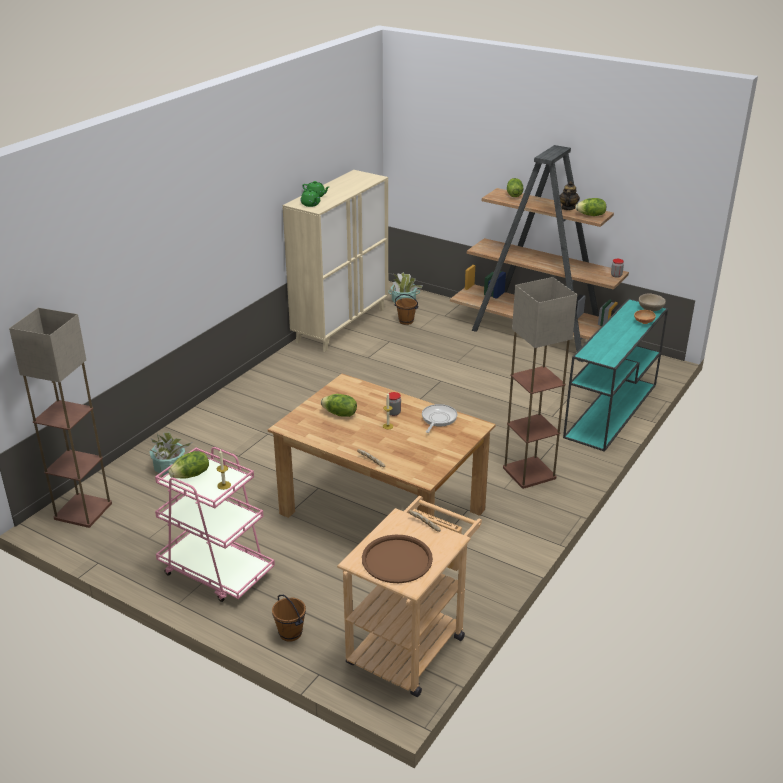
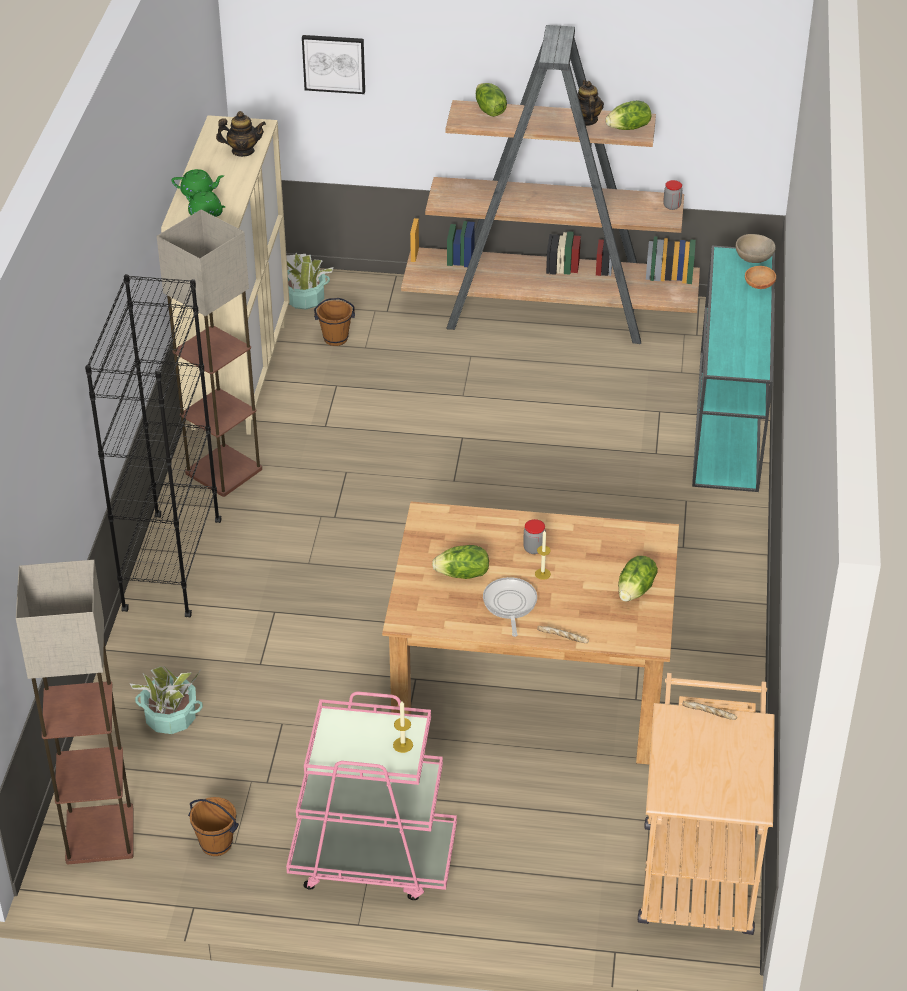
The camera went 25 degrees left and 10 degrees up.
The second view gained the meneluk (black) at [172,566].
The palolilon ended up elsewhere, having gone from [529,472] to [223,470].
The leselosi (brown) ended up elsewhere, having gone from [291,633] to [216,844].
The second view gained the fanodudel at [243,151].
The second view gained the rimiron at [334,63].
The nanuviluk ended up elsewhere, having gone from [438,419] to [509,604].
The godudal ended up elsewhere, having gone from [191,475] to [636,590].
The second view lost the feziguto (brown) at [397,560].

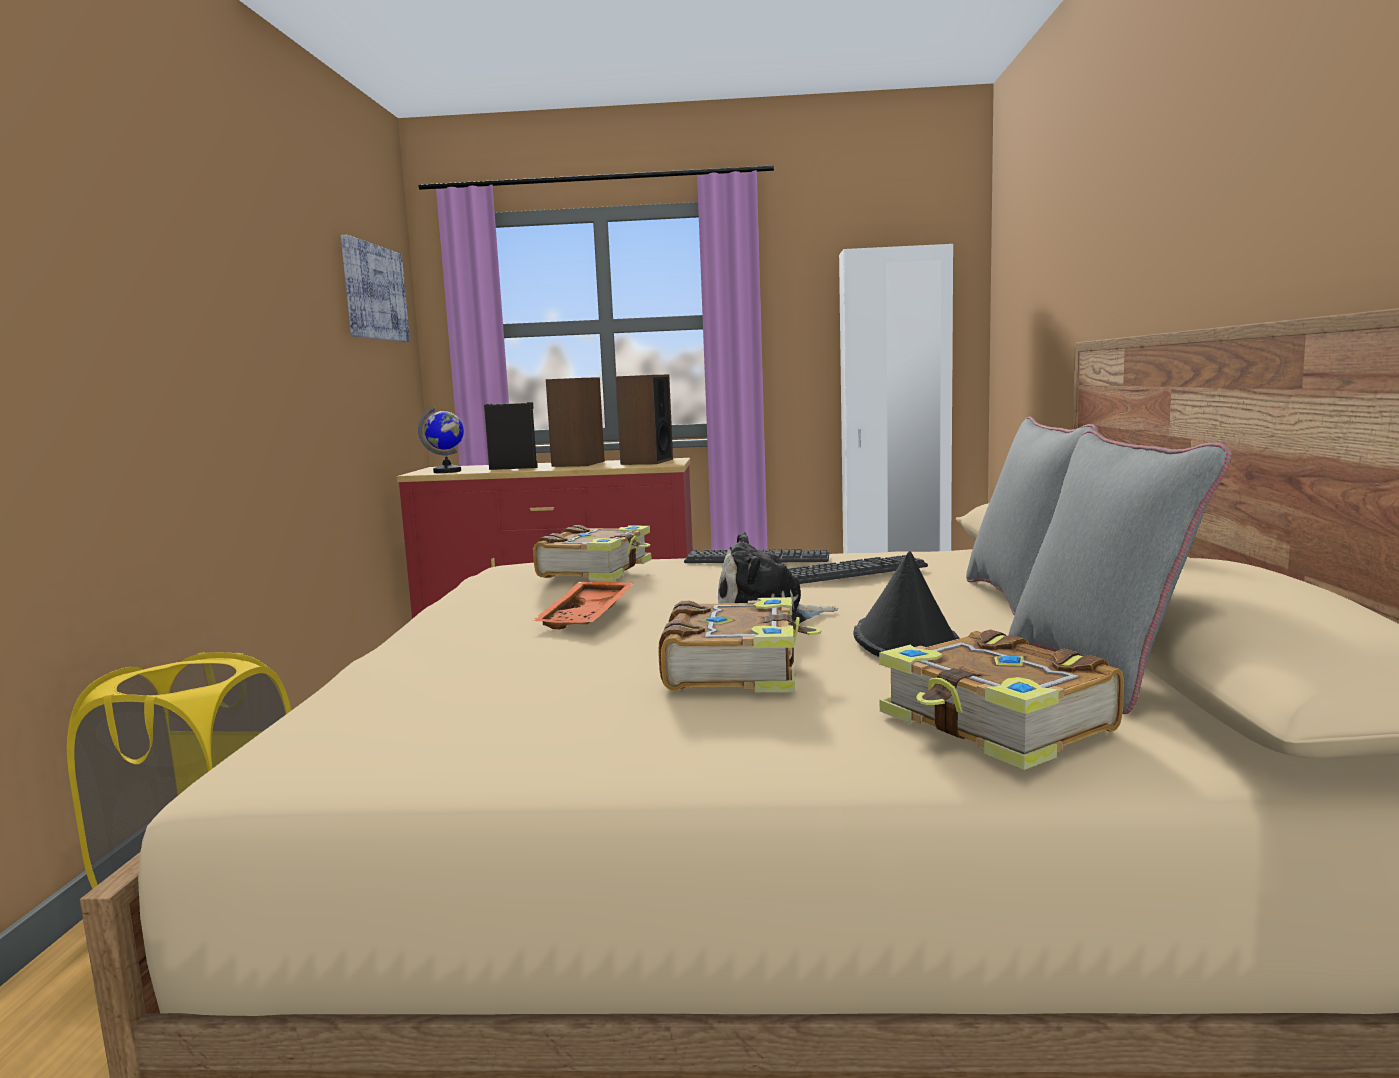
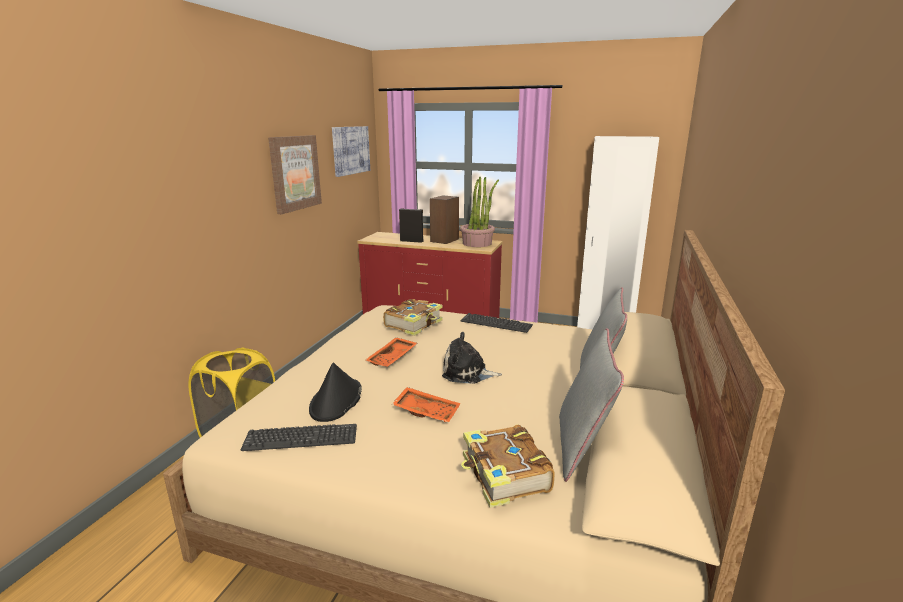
The camera went 15 degrees right and 10 degrees up.
The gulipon ended up elsewhere, having gone from [849,572] to [301,438].
The second view gained the rimiron at [294,173].
The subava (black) ended up elsewhere, having gone from [907,644] to [336,401].
Where the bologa stood at [736,669], the feziguto (orange) came to stand at [427,411].
Where the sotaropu stood at [646,462], the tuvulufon came to stand at [477,243].
The second view lost the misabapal at [447,471].

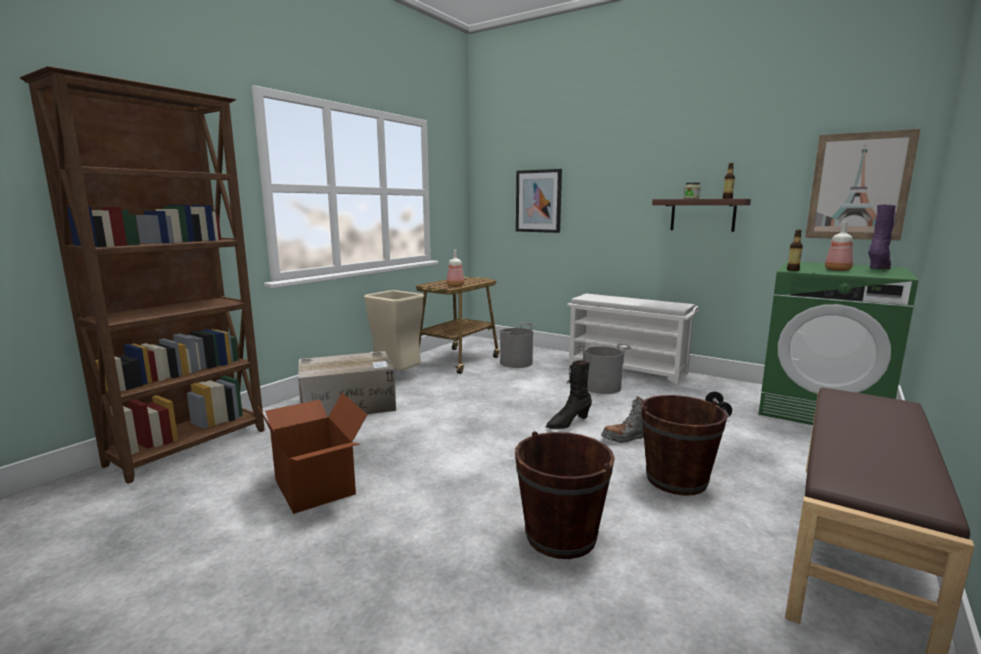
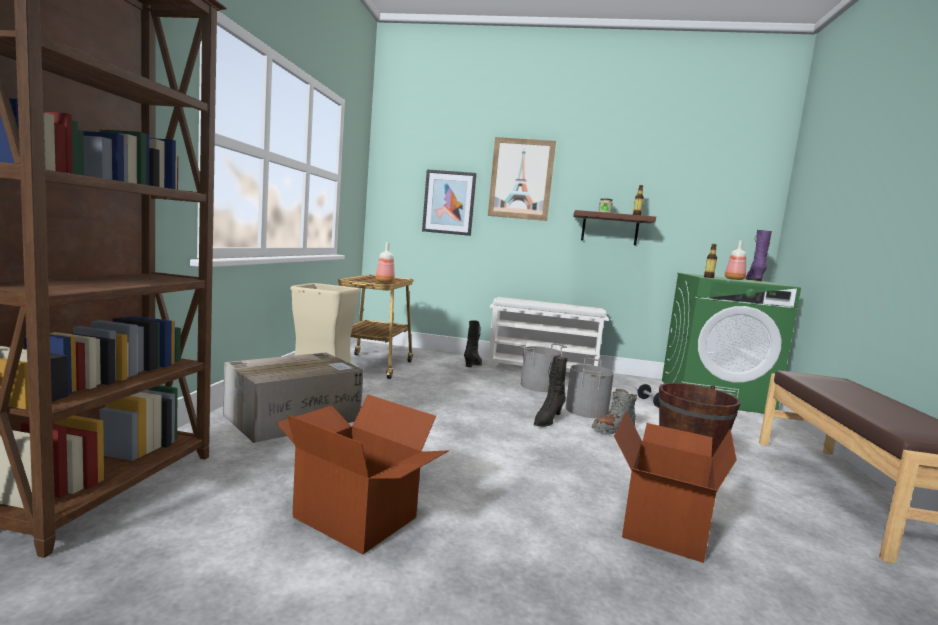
The camera went 25 degrees left and 5 degrees down.
The second view gained the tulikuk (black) at [473,365].
The rimiron ended up elsewhere, having gone from [859,186] to [521,179].
The leselosi (grey) ended up elsewhere, having gone from [516,363] to [587,410].
Where the leselosi (brown) stood at [560,536], the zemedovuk came to stand at [662,526].

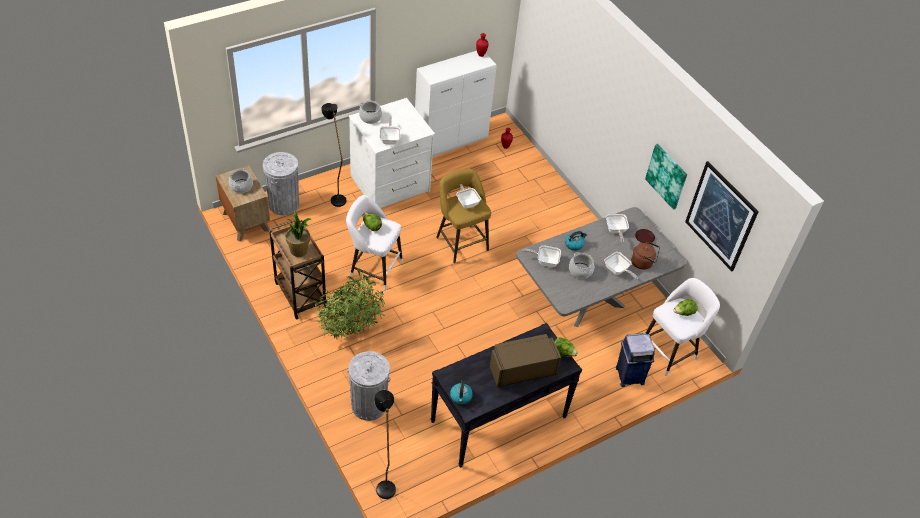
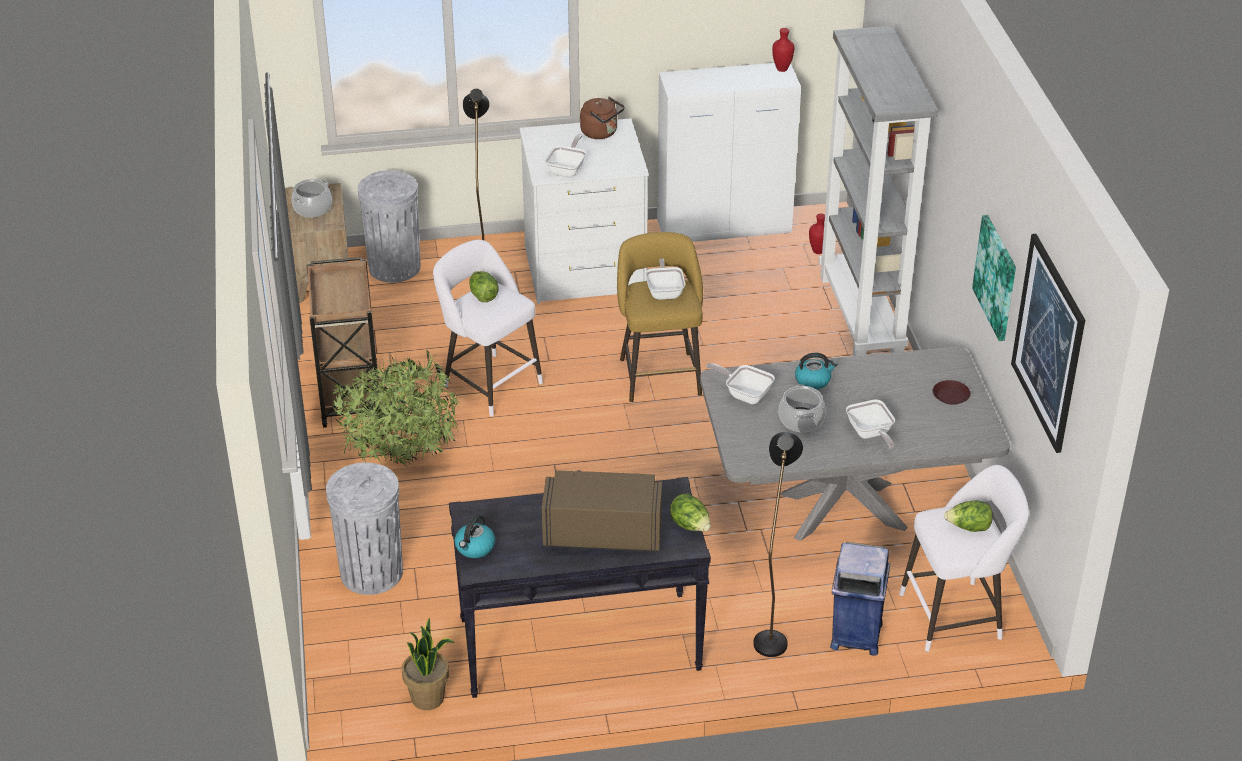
The camera went 25 degrees right and 10 degrees down.
The tuvulufon ended up elsewhere, having gone from [299,250] to [428,698].
The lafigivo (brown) ended up elsewhere, having gone from [643,263] to [601,133].
The palolilon (black) ended up elsewhere, having gone from [384,483] to [771,635].
The second view gained the meneluk (grey) at [862,316].
The second view lost the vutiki at [370,117].
The second view lost the nanuviluk at [615,231].

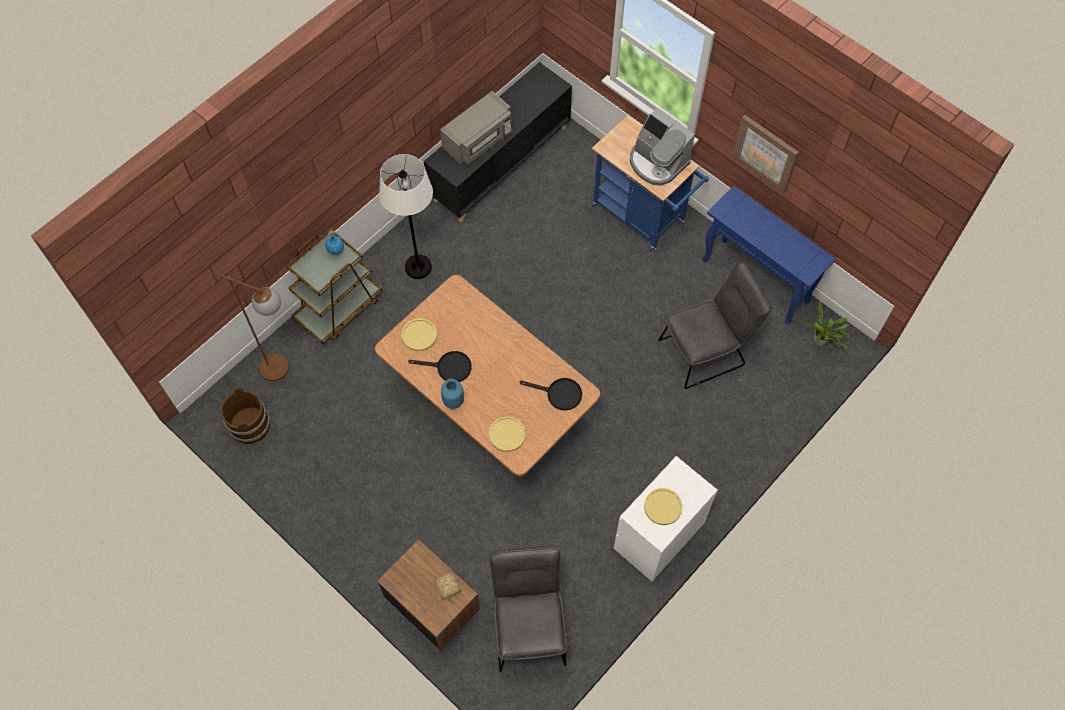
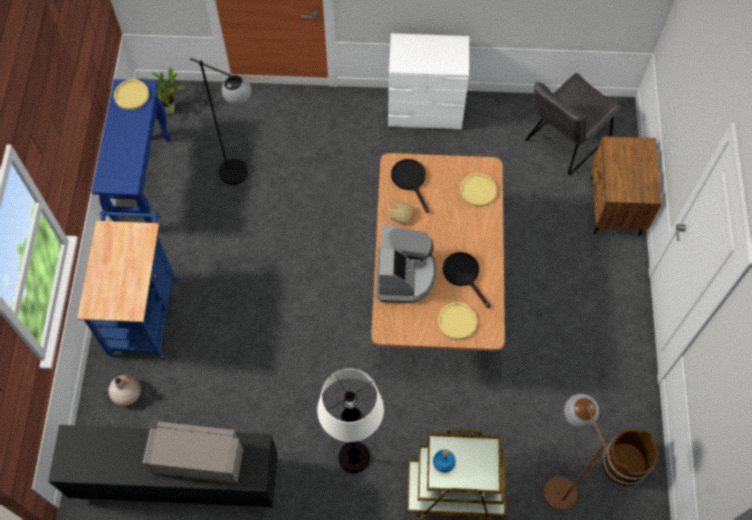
The camera went 130 degrees left and 0 degrees up.
The second view gained the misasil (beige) at [127,394].
The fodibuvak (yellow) ended up elsewhere, having gone from [663,507] to [131,95].
Where the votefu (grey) stood at [707,351], the palolilon (black) came to stand at [243,176].
The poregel ended up elsewhere, having gone from [657,162] to [404,275].
The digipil ended up elsewhere, having gone from [448,588] to [402,214].
The second view lost the misasil (blue) at [453,400].
The second view lost the rimiron at [766,153].

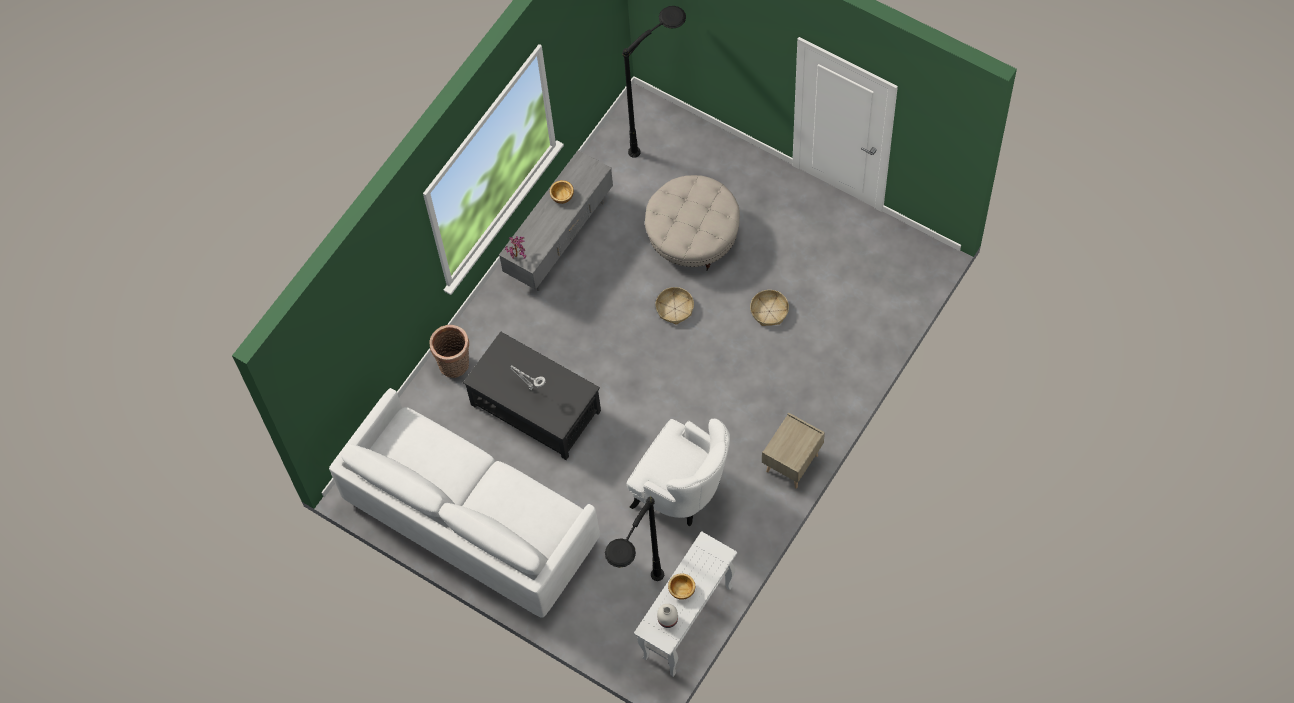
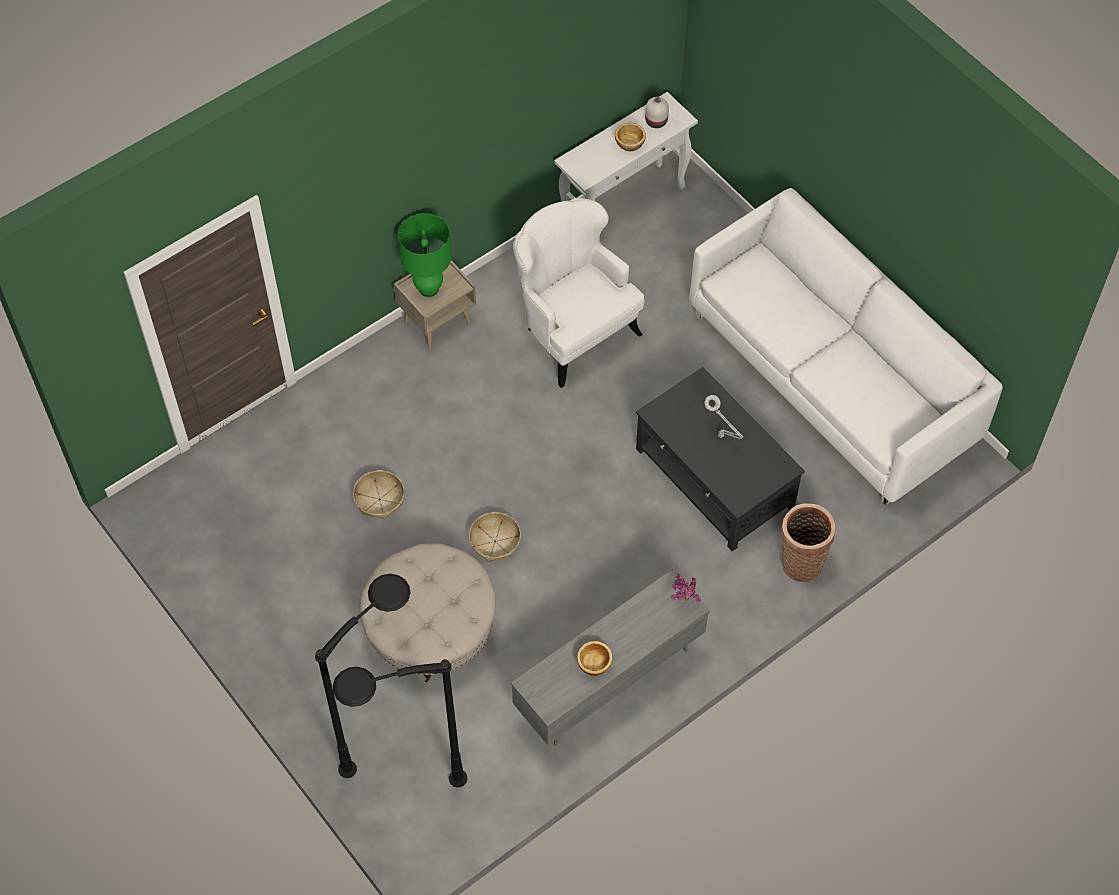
The camera went 165 degrees left and 5 degrees down.
The palolilon (black) ended up elsewhere, having gone from [638,611] to [391,732].
The second view gained the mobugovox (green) at [428,289].

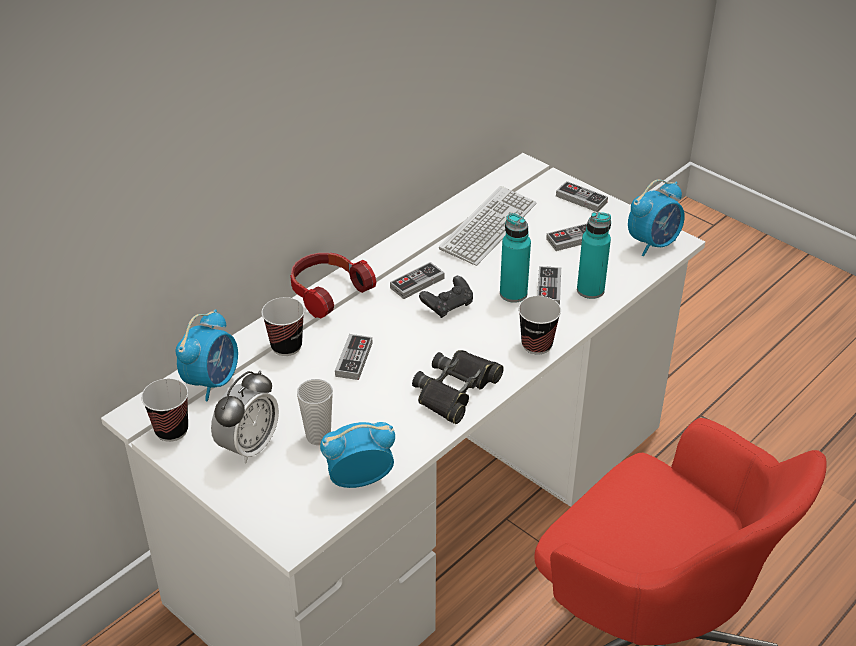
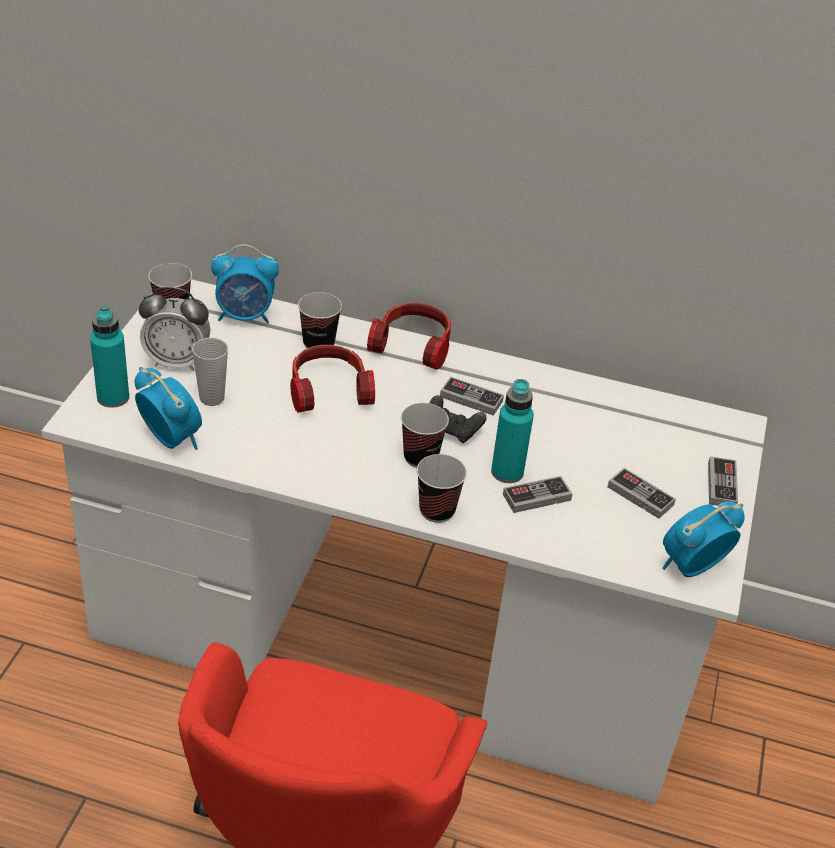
The camera went 60 degrees right and 0 degrees up.
The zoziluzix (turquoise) ended up elsewhere, having gone from [590,290] to [113,397].
Where the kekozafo stood at [354,359], the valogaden came to stand at [328,389].
The second view gained the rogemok at [420,457].
The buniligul at [653,243] ended up facing another way, 120 degrees clockwise from before.
The second view lost the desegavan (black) at [455,390].
The second view lost the gulipon at [488,227].

